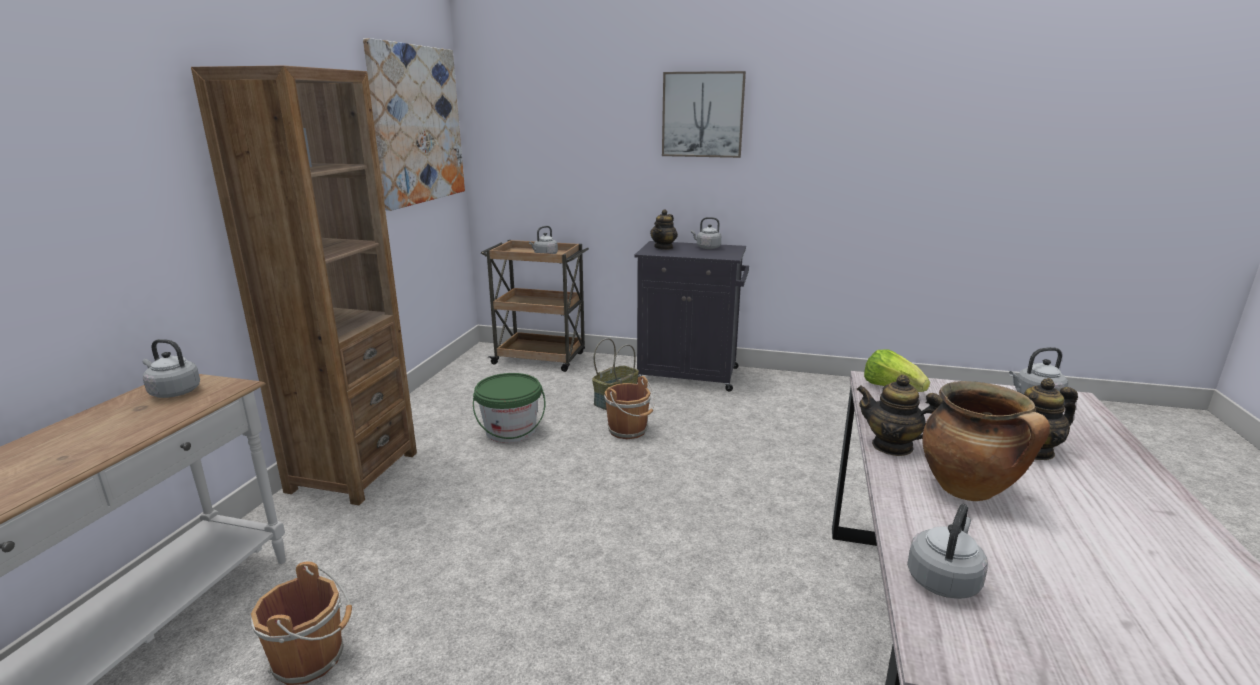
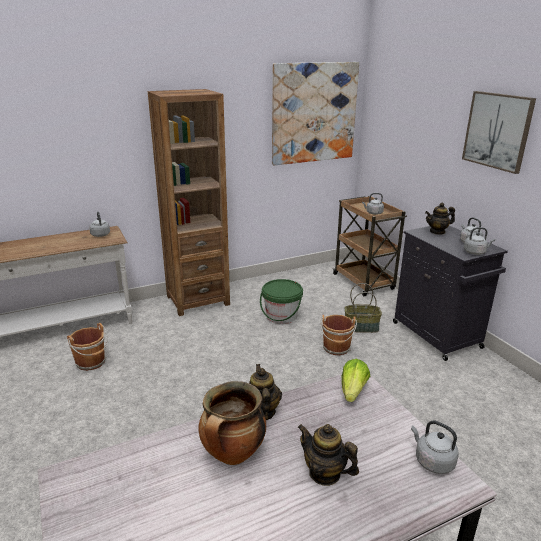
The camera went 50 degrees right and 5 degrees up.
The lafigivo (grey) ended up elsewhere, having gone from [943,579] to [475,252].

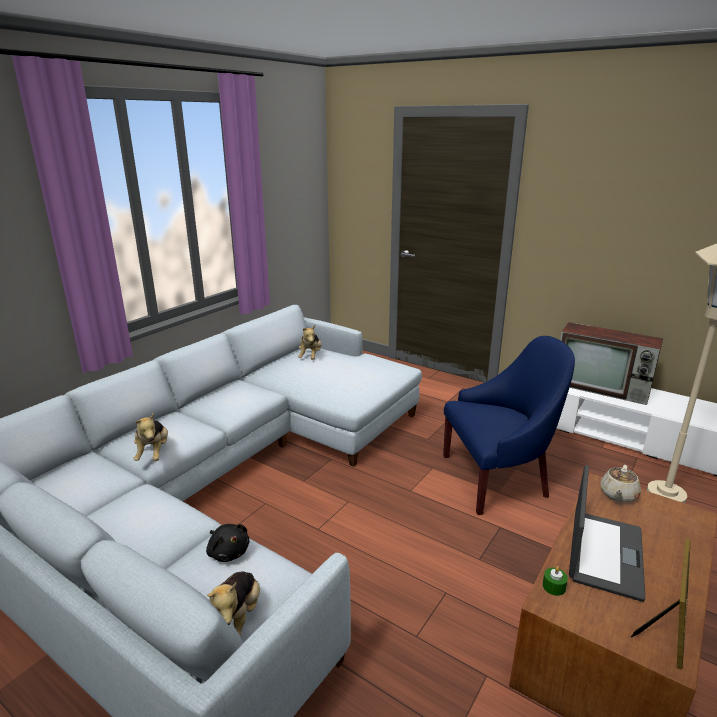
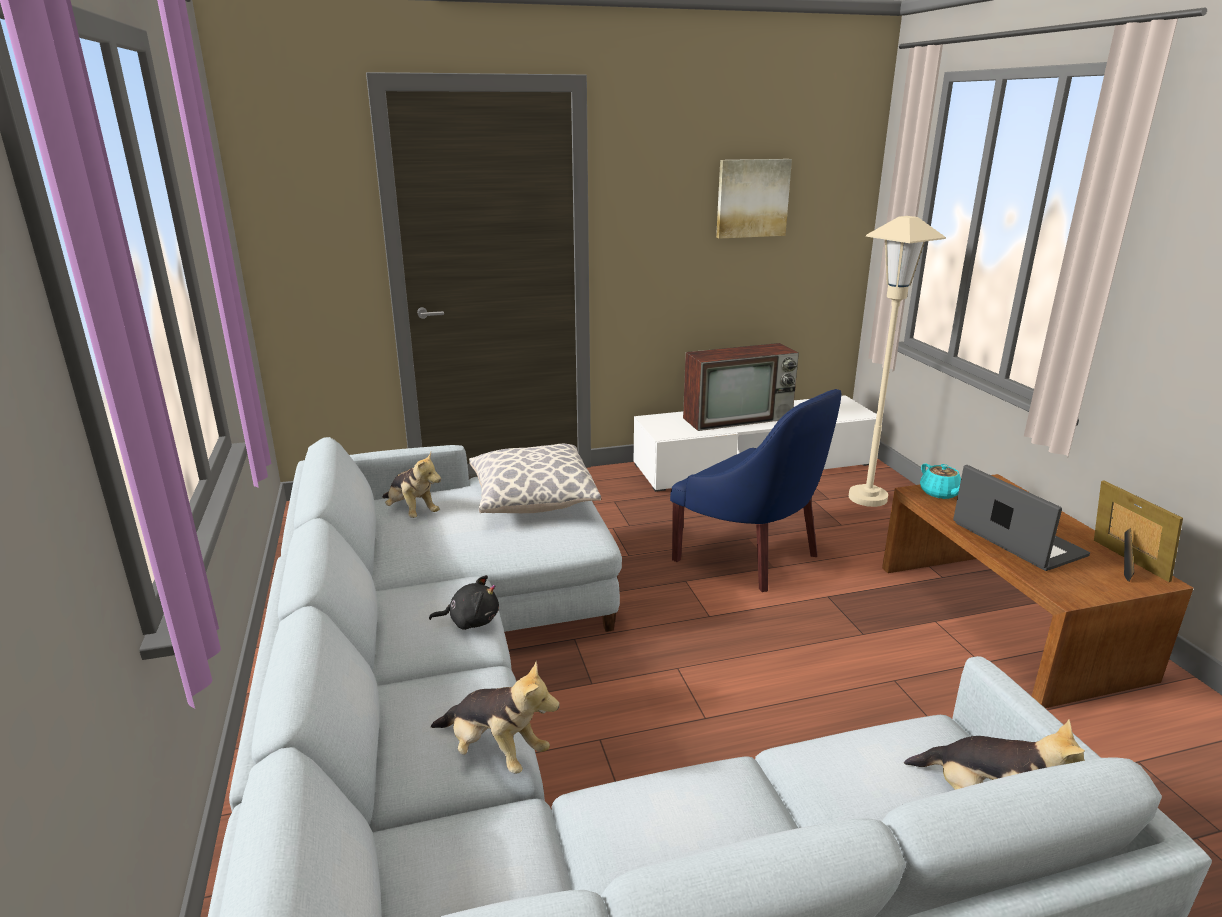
The camera went 50 degrees left and 0 degrees up.
The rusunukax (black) ended up elsewhere, having gone from [228,552] to [470,621].
The second view gained the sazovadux at [532,500].
The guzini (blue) at [497,478] ended up facing another way, 105 degrees clockwise from before.
The second view gained the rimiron at [752,198].
What was the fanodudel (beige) at [618,494] turned into the fanodudel (turquoise) at [940,493].
The second view lost the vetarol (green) at [553,586].

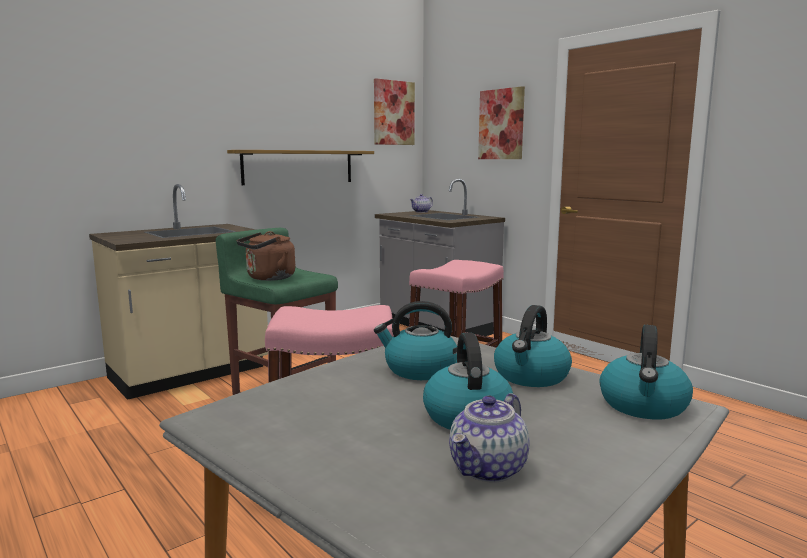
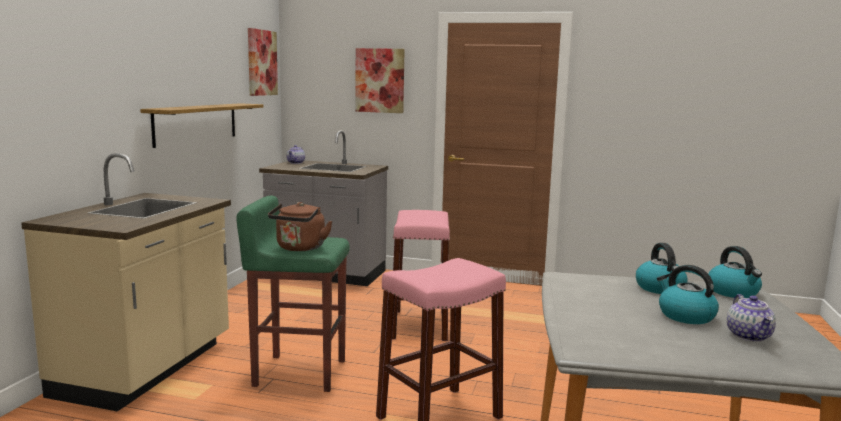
The camera went 35 degrees left and 0 degrees up.
The second view lost the lafigivo at [419,370].

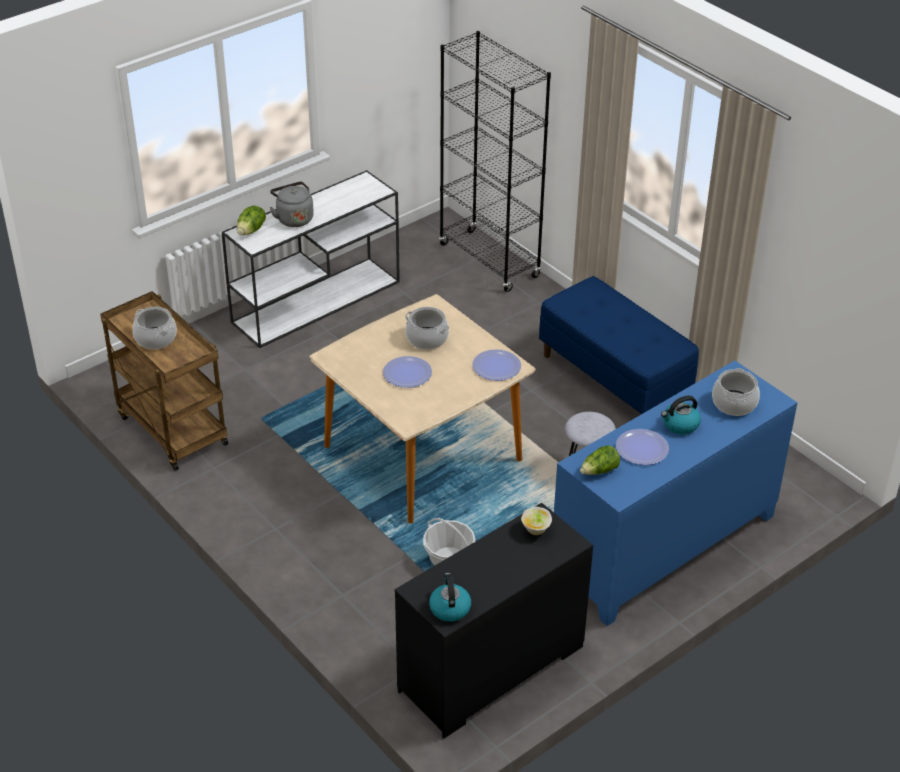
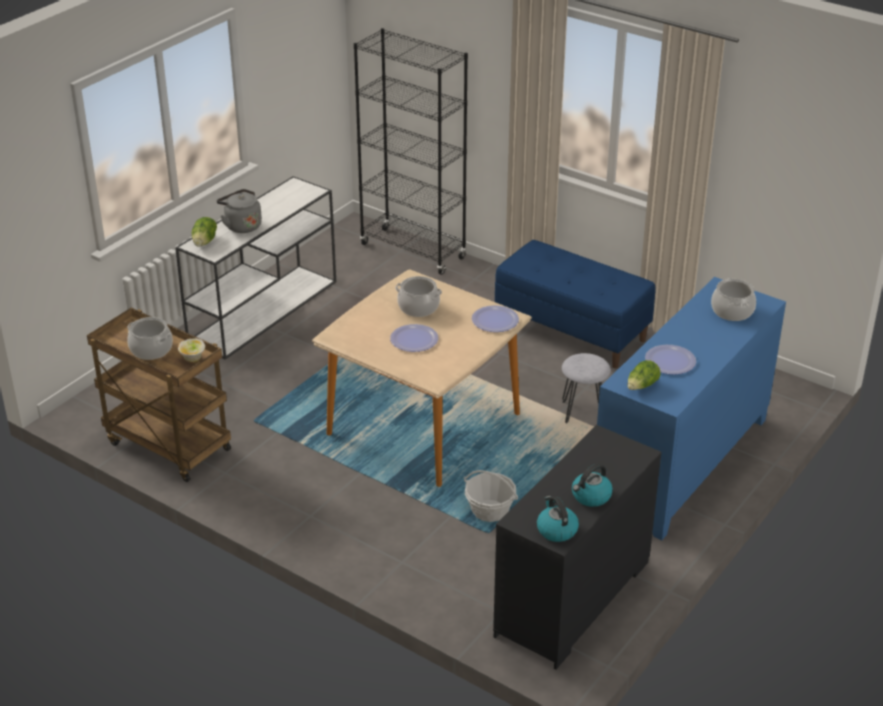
The camera went 15 degrees left and 5 degrees down.
The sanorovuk ended up elsewhere, having gone from [536,530] to [193,359].
The lafigivo ended up elsewhere, having gone from [680,425] to [591,496].

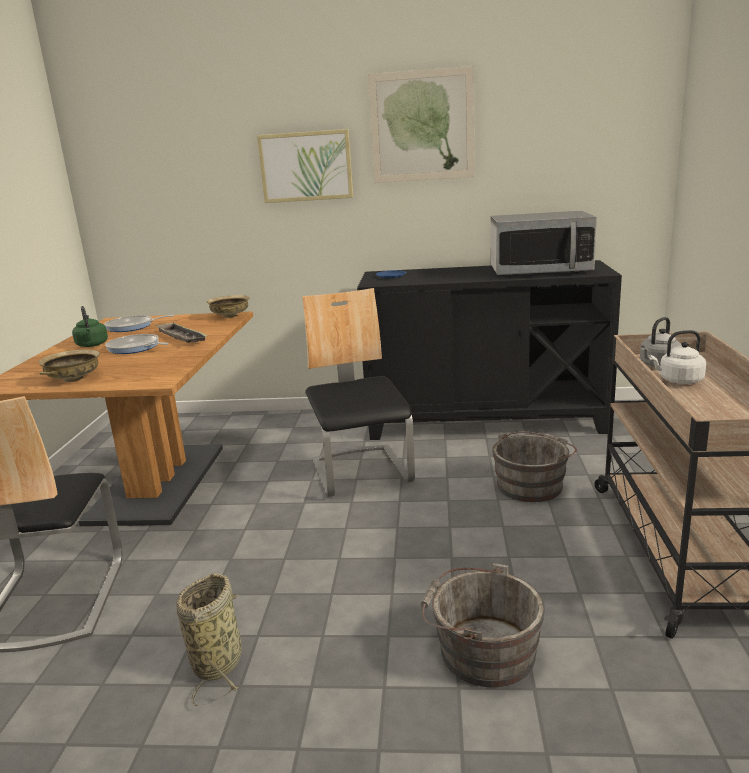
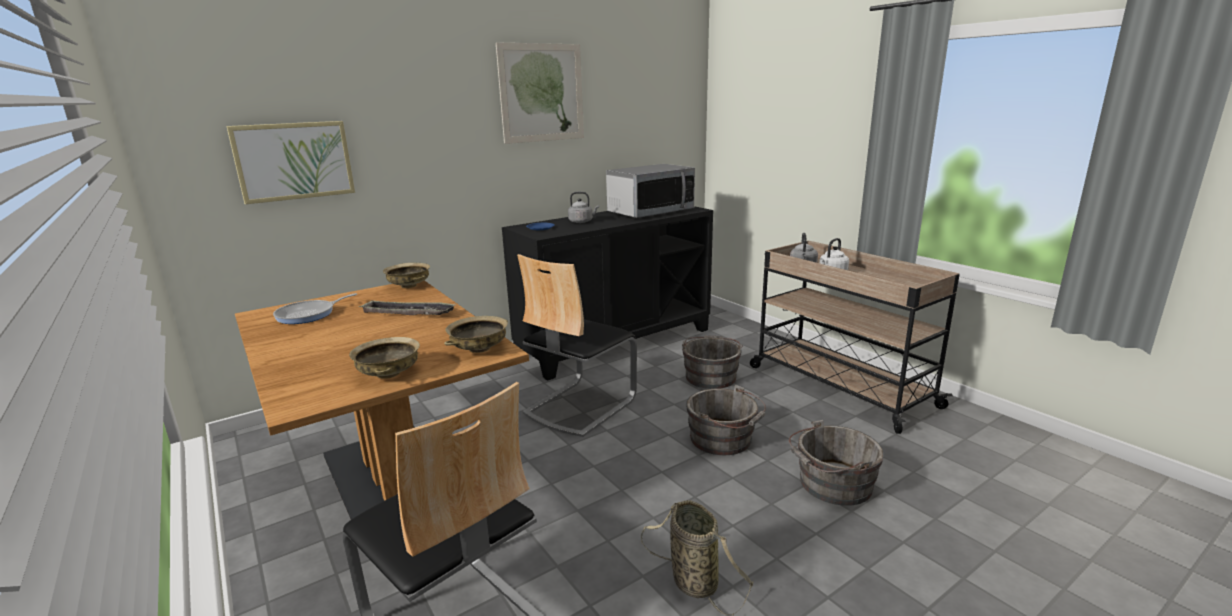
The camera went 40 degrees left and 0 degrees up.
The rimiron ended up elsewhere, having gone from [306,166] to [294,161].
The second view gained the sanorovuk (beige) at [479,349].
The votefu at [361,472] ended up facing another way, 90 degrees counterclockwise from before.
The second view gained the lafigivo (grey) at [582,221].
The second view gained the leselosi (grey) at [724,440].
The second view lost the lafigivo (green) at [92,345].
The second view lost the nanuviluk at [135,348].

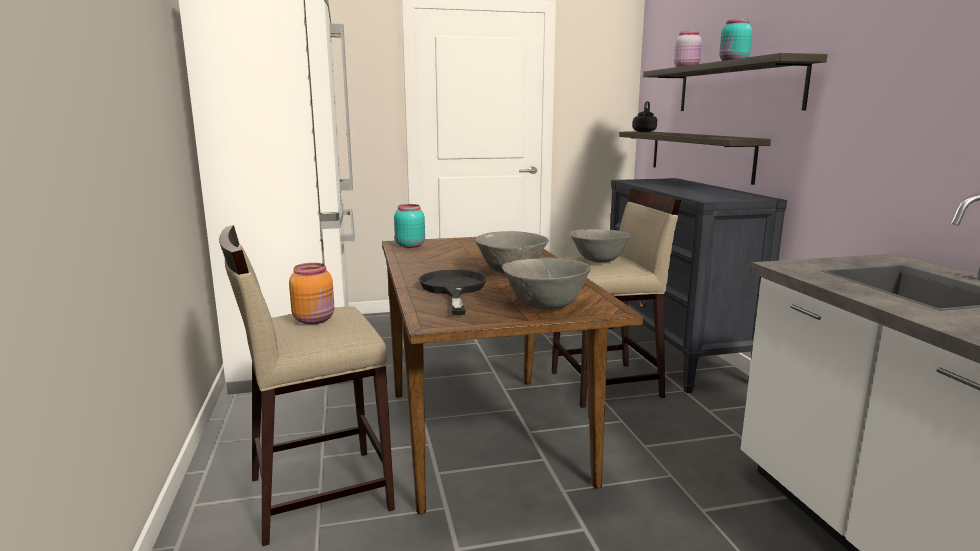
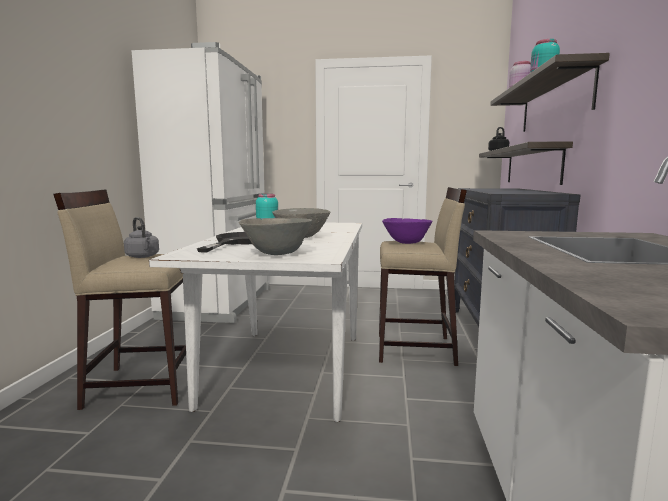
The camera went 20 degrees right and 5 degrees down.
Where the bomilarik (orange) stood at [315,320], the lafigivo (grey) came to stand at [143,256].
What was the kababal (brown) at [483,433] turned into the kababal (white) at [287,367].
What was the sanorovuk (grey) at [598,261] turned into the sanorovuk (purple) at [406,243].

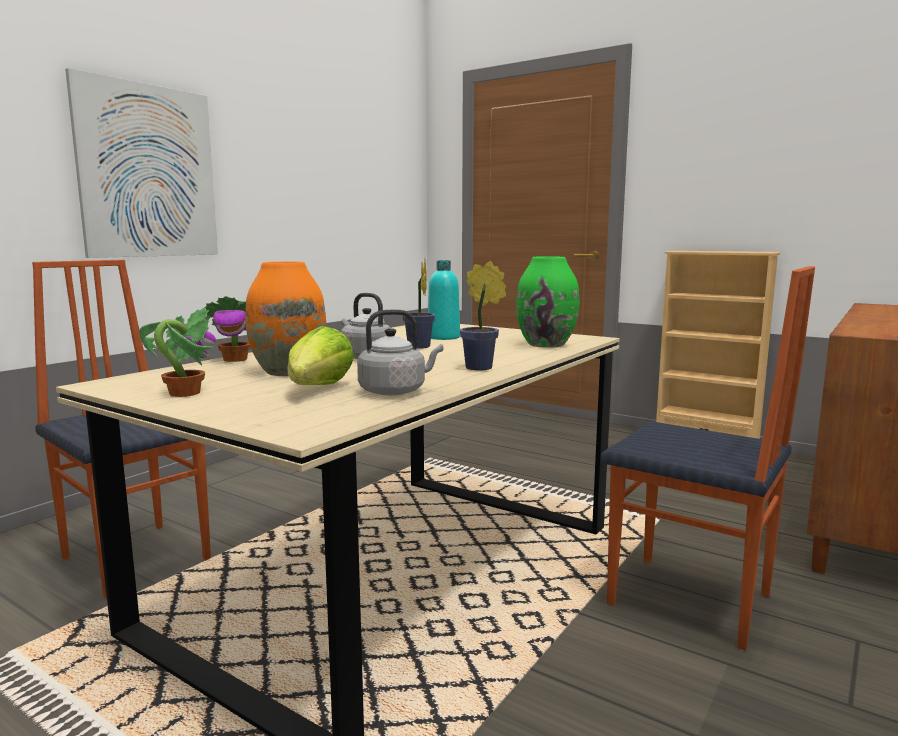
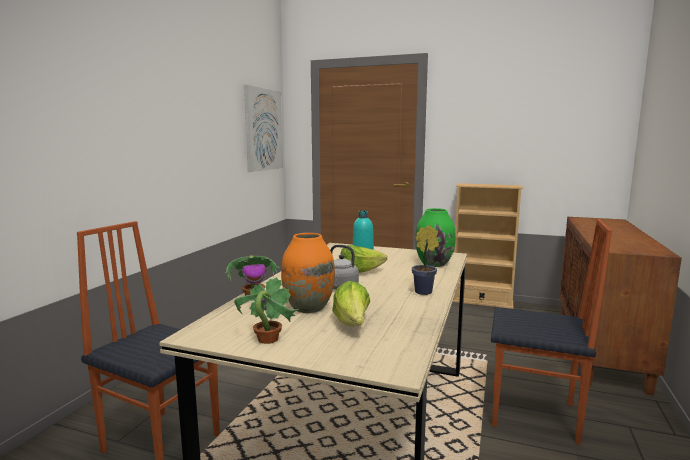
The camera went 15 degrees left and 0 degrees up.
The rimiron ended up elsewhere, having gone from [148,172] to [264,129].
Where the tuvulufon stood at [418,347], the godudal came to stand at [360,273].
The second view lost the lafigivo (grey) at [396,391].

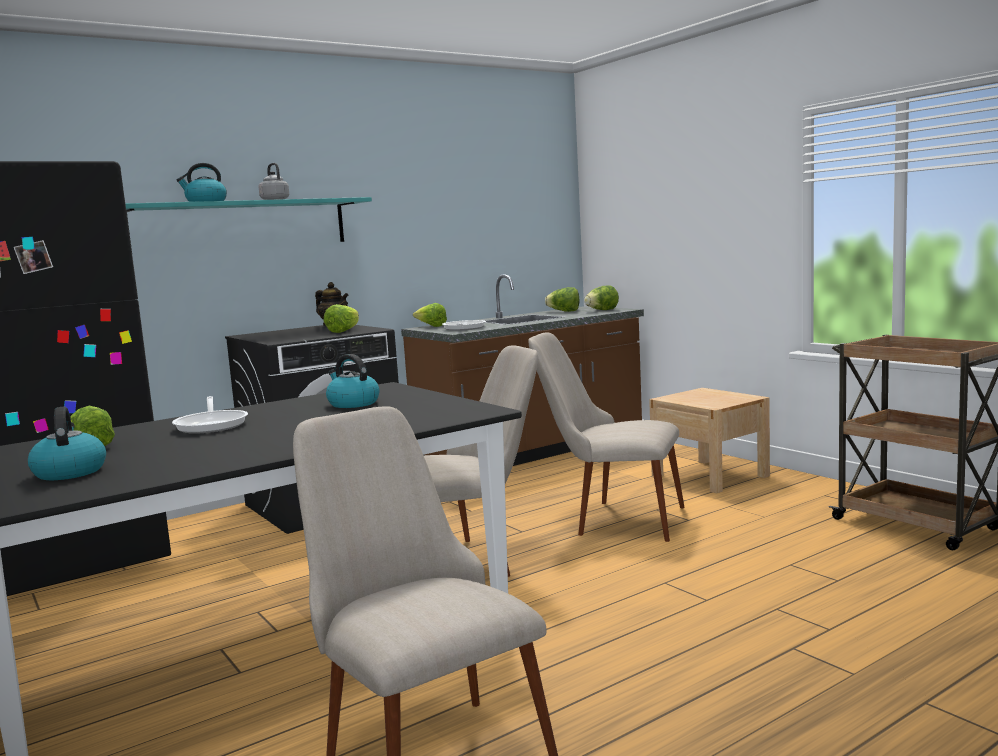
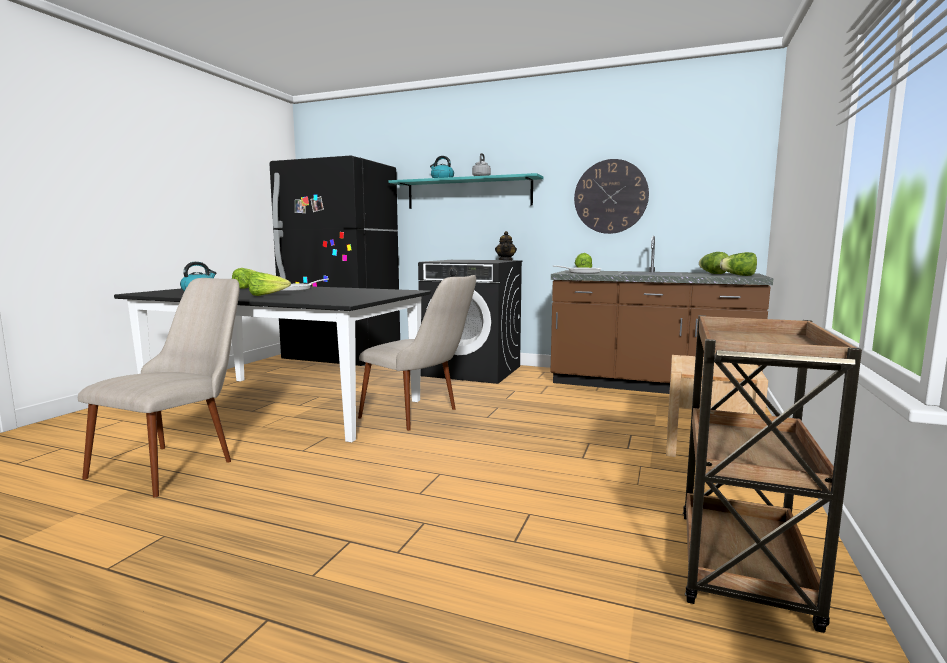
The camera went 55 degrees right and 0 degrees up.
The godudal ended up elsewhere, having gone from [344,331] to [266,295].
The second view gained the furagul at [610,196].
The second view lost the lafigivo at [352,403].
The second view lost the votefu (beige) at [611,519].

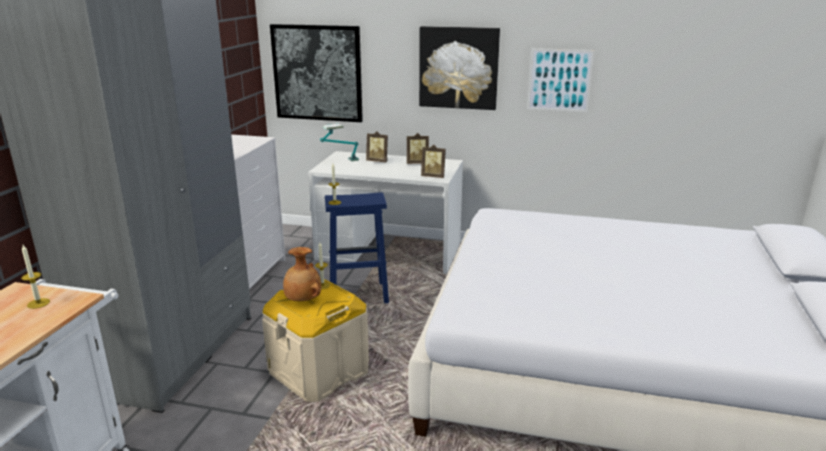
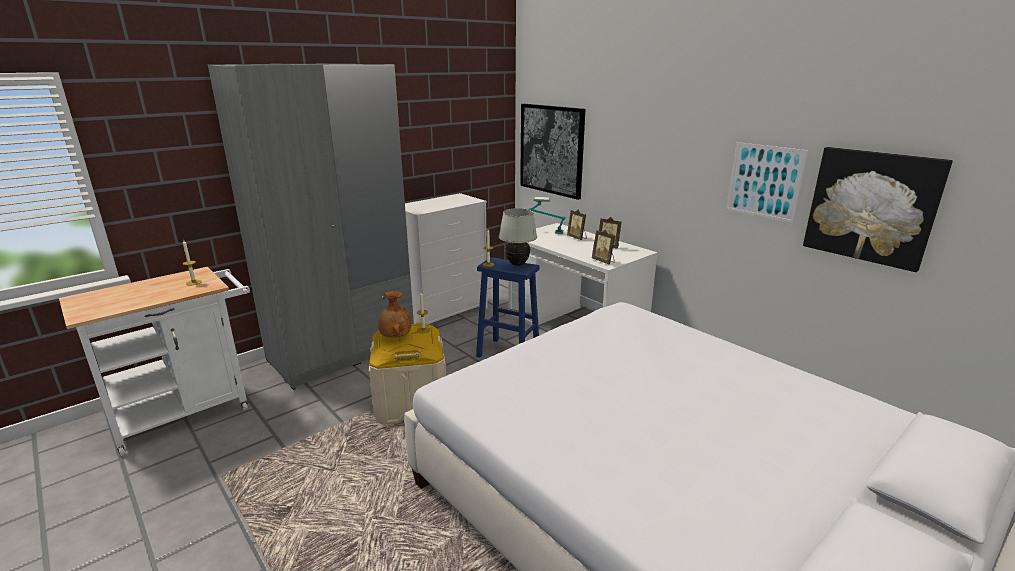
The camera went 35 degrees right and 0 degrees up.
The second view gained the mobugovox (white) at [517,264].
The rimiron ended up elsewhere, having gone from [458,68] to [871,206].

